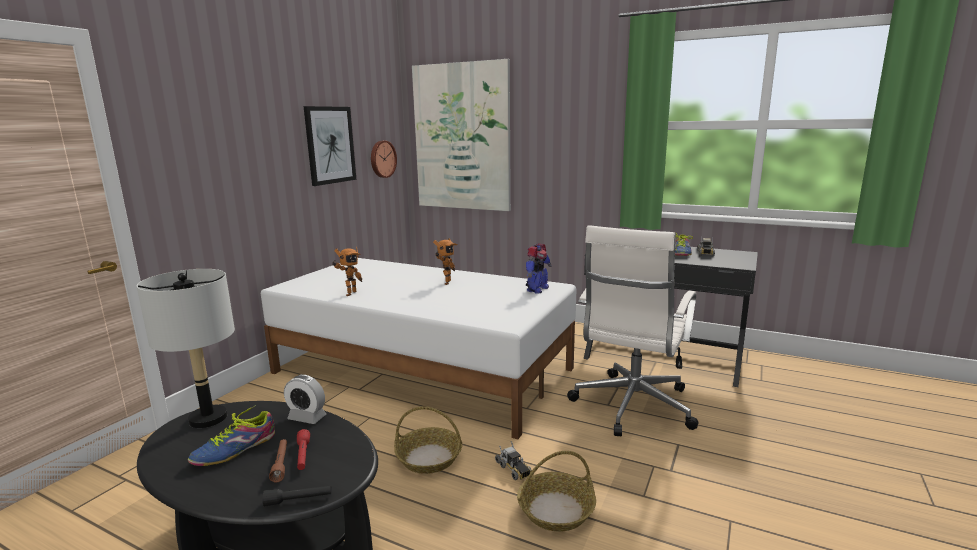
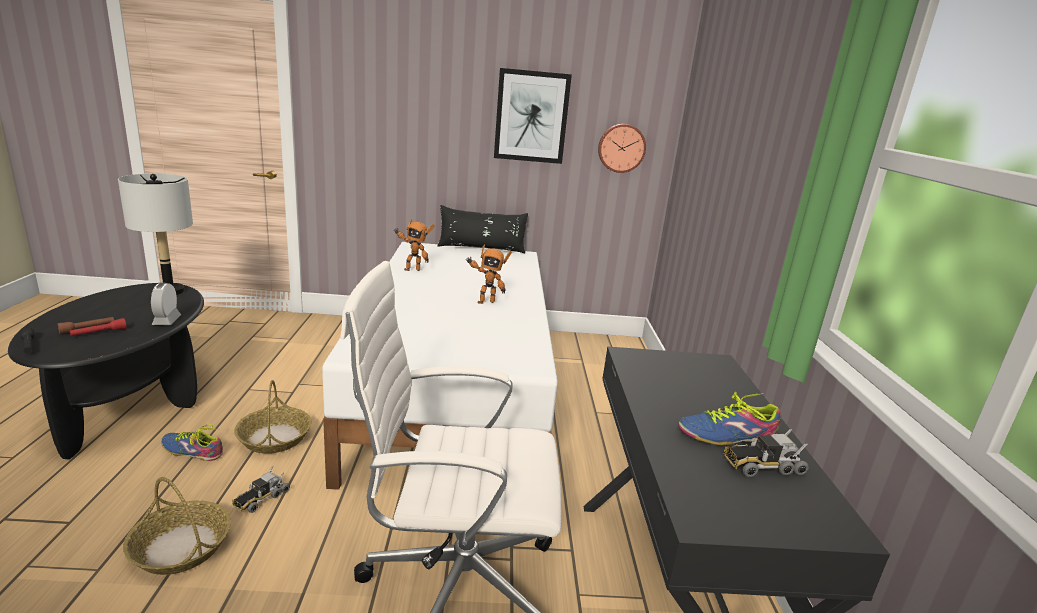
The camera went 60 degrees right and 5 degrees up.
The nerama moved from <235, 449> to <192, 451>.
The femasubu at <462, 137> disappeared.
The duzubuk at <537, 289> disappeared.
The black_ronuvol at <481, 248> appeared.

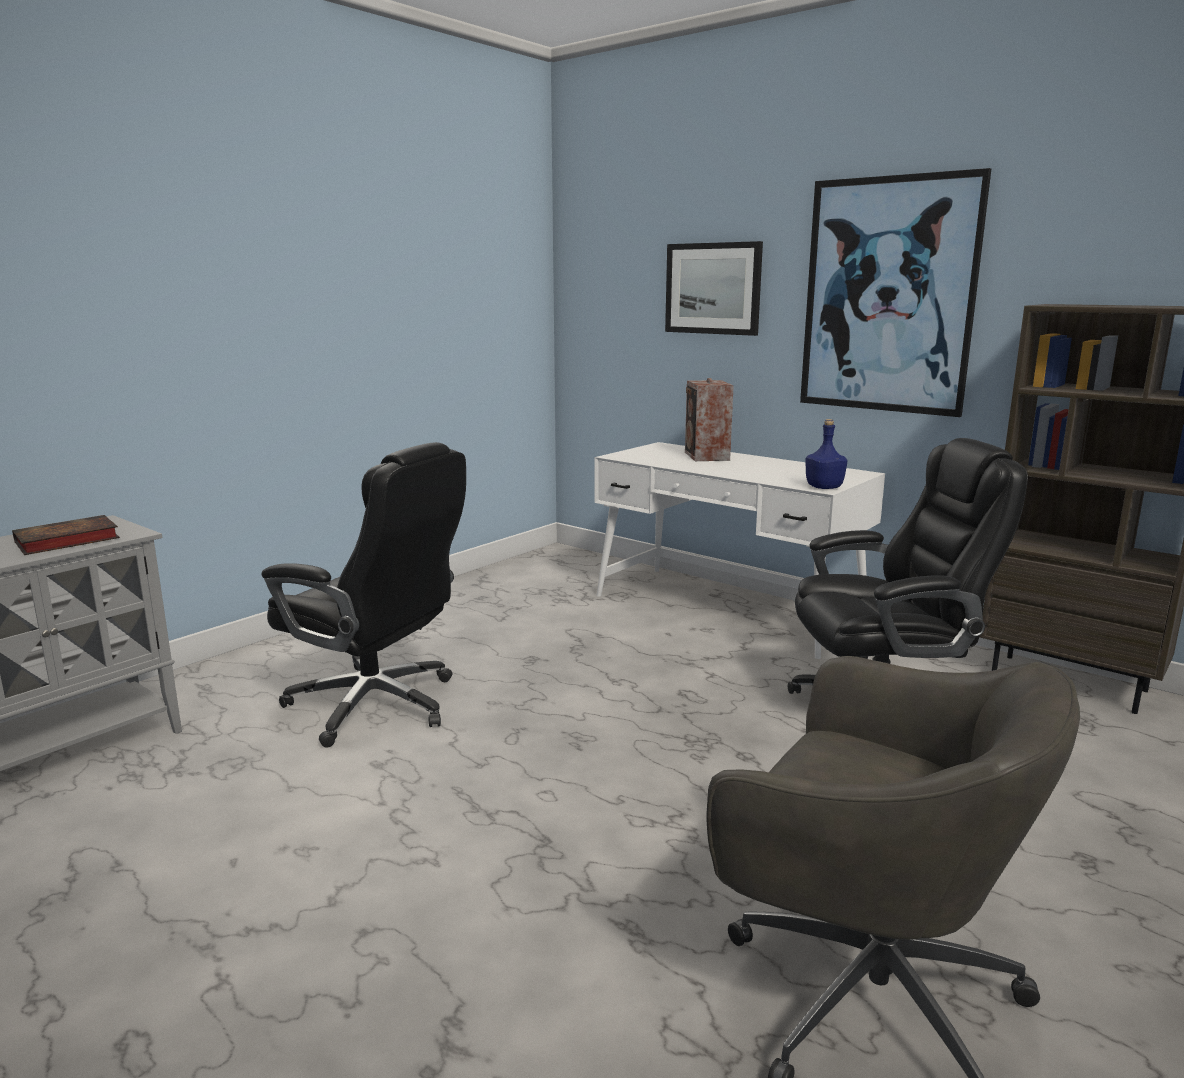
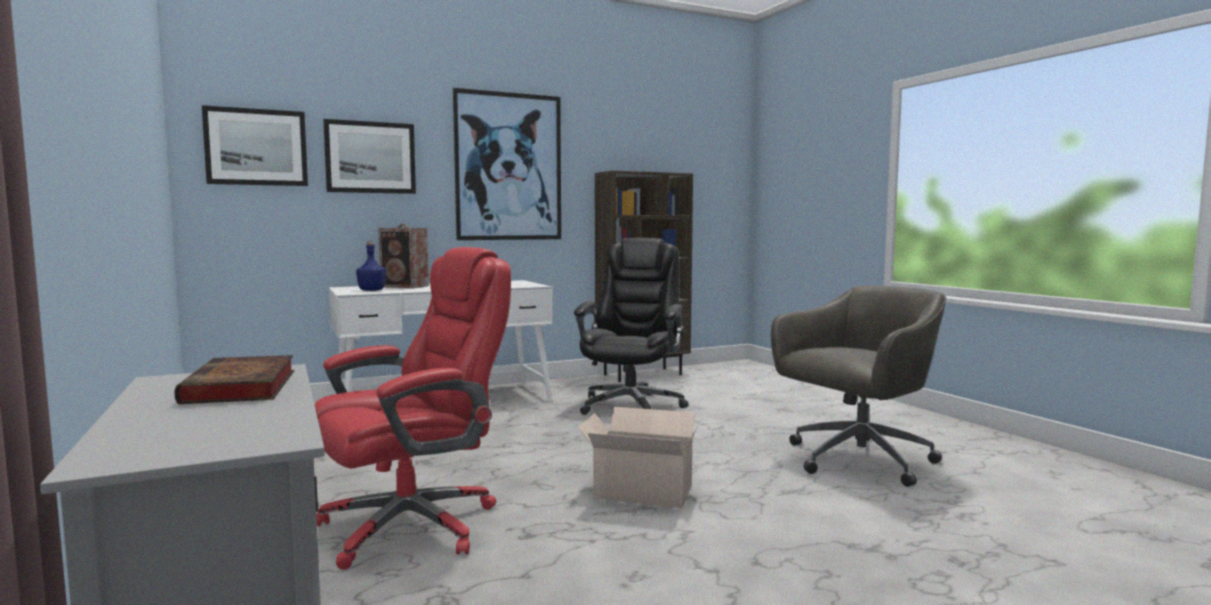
The camera went 65 degrees left and 10 degrees down.
The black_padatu at <377, 705> became the red_padatu at <413, 525>.
The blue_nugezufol moved from <824, 487> to <372, 290>.
The femasubu at <256, 147> appeared.
The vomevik at <640, 491> appeared.

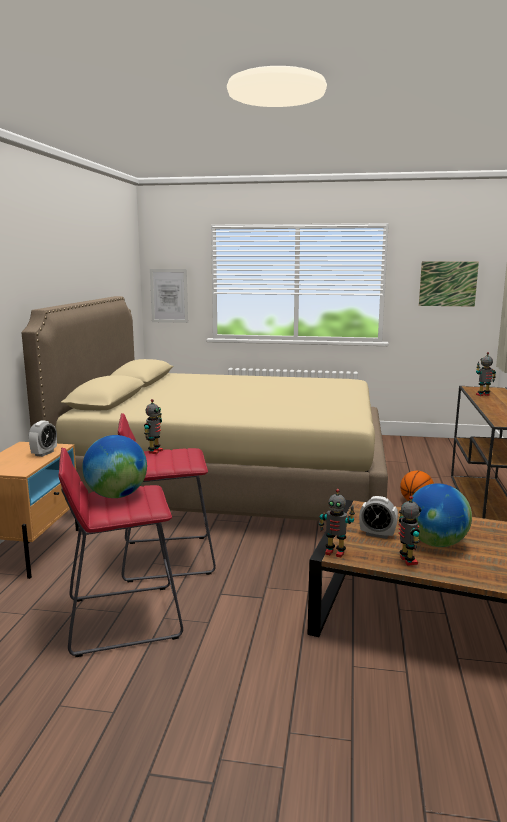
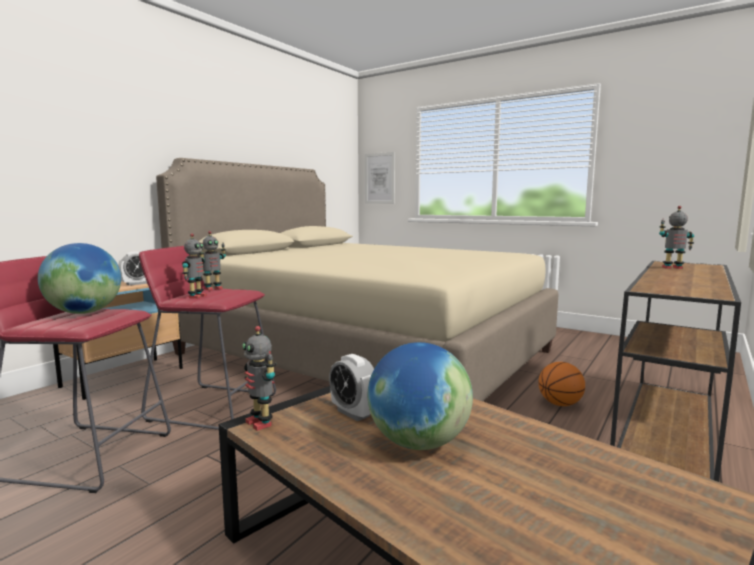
The camera went 25 degrees right and 5 degrees down.
The duzubuk moved from <407, 561> to <196, 296>.
The femasubu at <448, 284> disappeared.

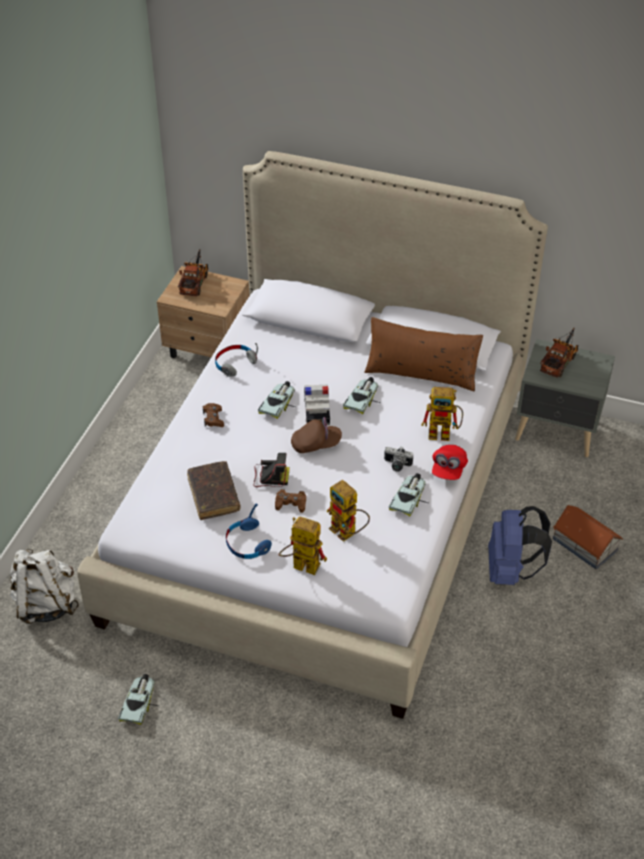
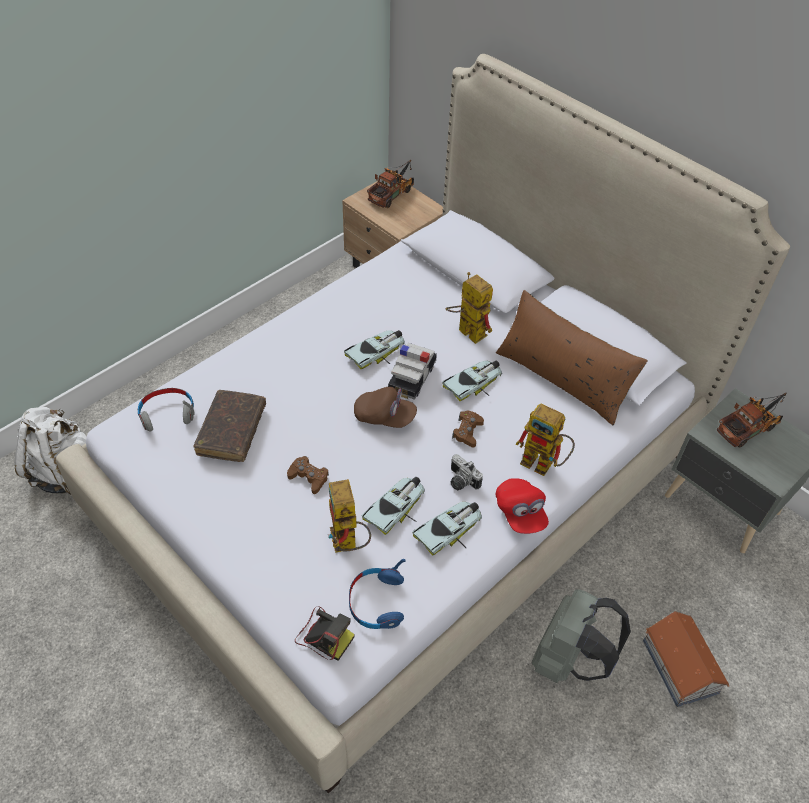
The camera went 25 degrees right and 5 degrees up.
The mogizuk moved from <139, 702> to <396, 507>.
The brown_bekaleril moved from <213, 418> to <467, 432>.
The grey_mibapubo moved from <235, 364> to <167, 414>.
The blue_mibapubo moved from <247, 544> to <376, 602>.
The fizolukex moved from <270, 477> to <324, 635>.
The duzubuk moved from <300, 566> to <466, 331>.
The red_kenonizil at <448, 469> turned 60 degrees counterclockwise.
The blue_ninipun at <511, 570> became the grey_ninipun at <568, 659>.

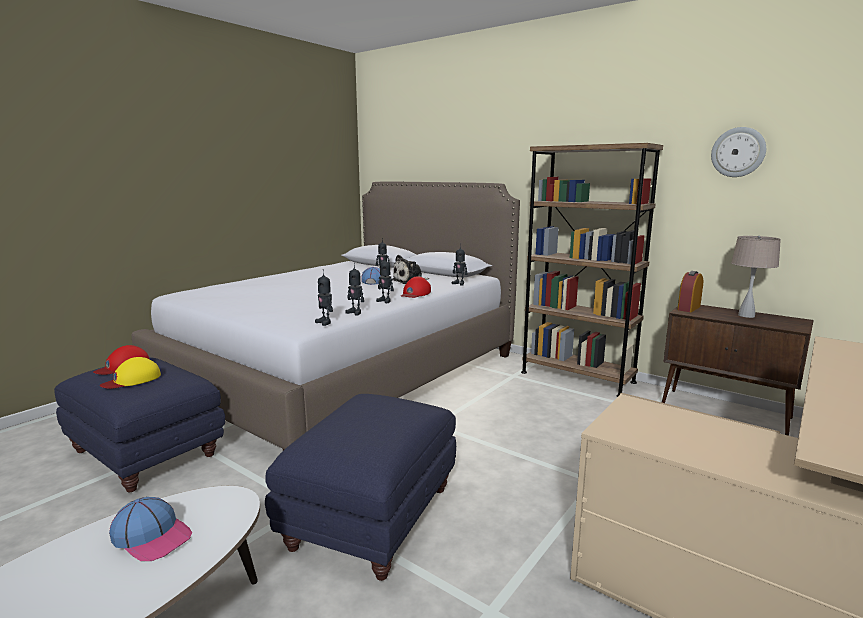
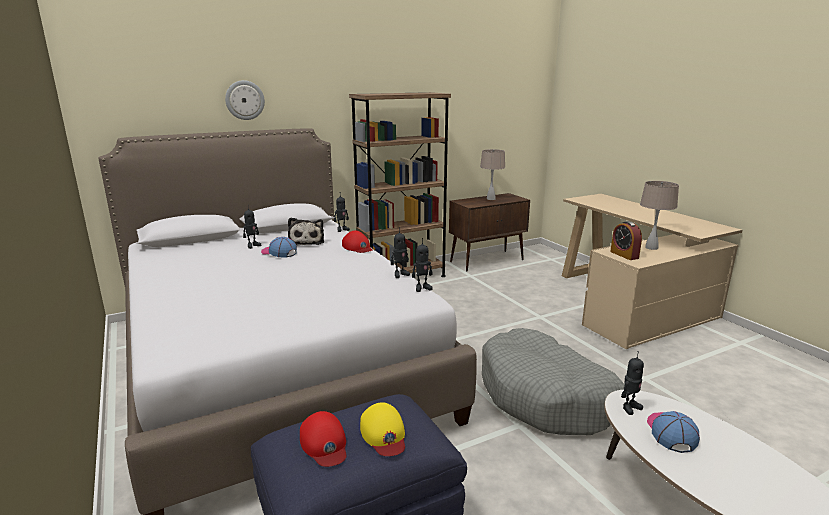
The camera went 65 degrees left and 5 degrees up.
The kenonizil at <152, 537> turned 45 degrees counterclockwise.
The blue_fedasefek at <373, 516> was replaced by the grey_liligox at <546, 397>.
The duzubuk moved from <385, 301> to <629, 407>.
The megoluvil moved from <688, 308> to <624, 255>.
The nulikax moved from <738, 152> to <245, 100>.
The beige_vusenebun at <651, 247> appeared.

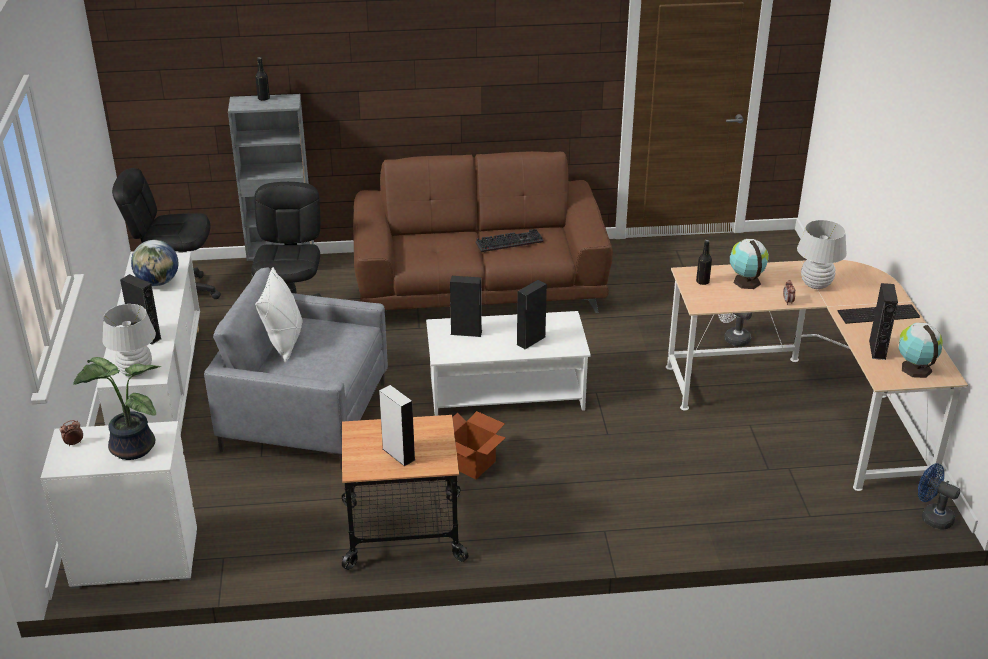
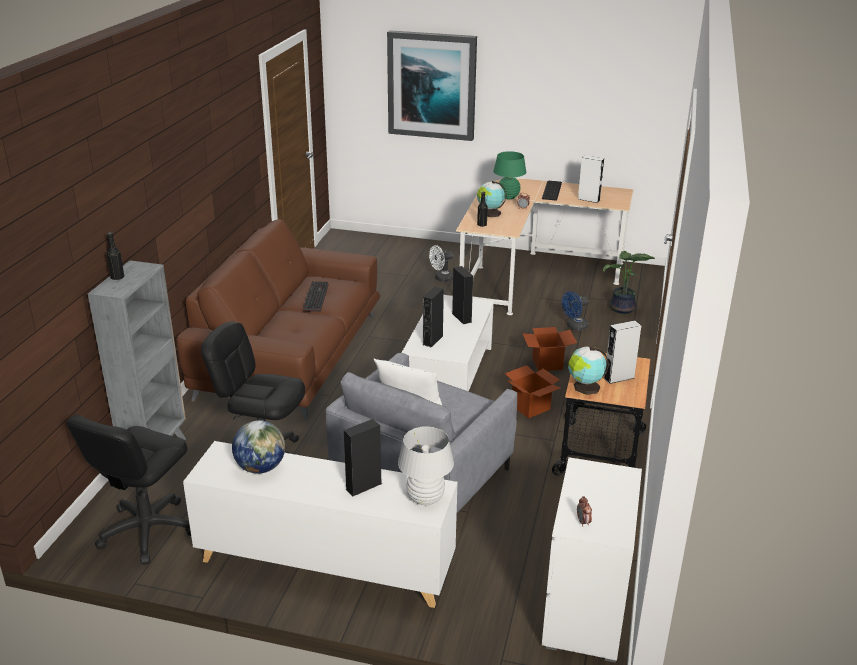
The camera went 70 degrees left and 5 degrees down.
The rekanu moved from <129, 448> to <622, 309>.
The white_vusenebun at <815, 284> became the green_vusenebun at <508, 197>.
The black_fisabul at <877, 349> became the white_fisabul at <588, 199>.
The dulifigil moved from <914, 368> to <585, 387>.
The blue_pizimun moved from <932, 516> to <574, 327>.
The femasubu at <432, 85> appeared.
The vomevik at <547, 363> appeared.

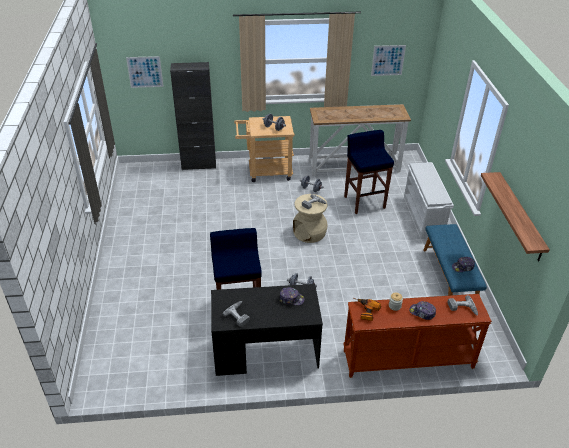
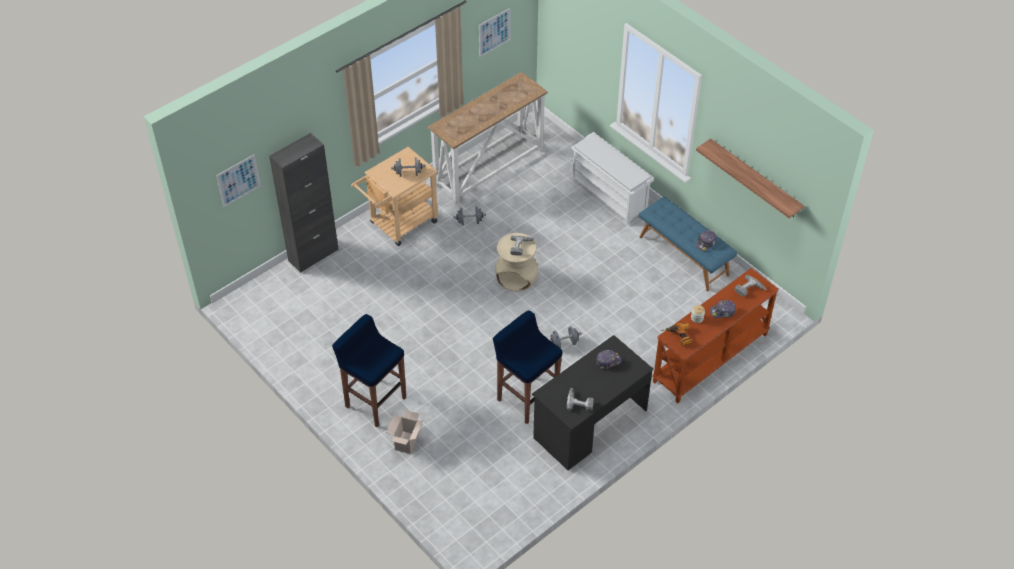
The camera went 35 degrees left and 10 degrees up.
The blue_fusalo moved from <364, 202> to <375, 402>.
The vomevik at <406, 442> appeared.

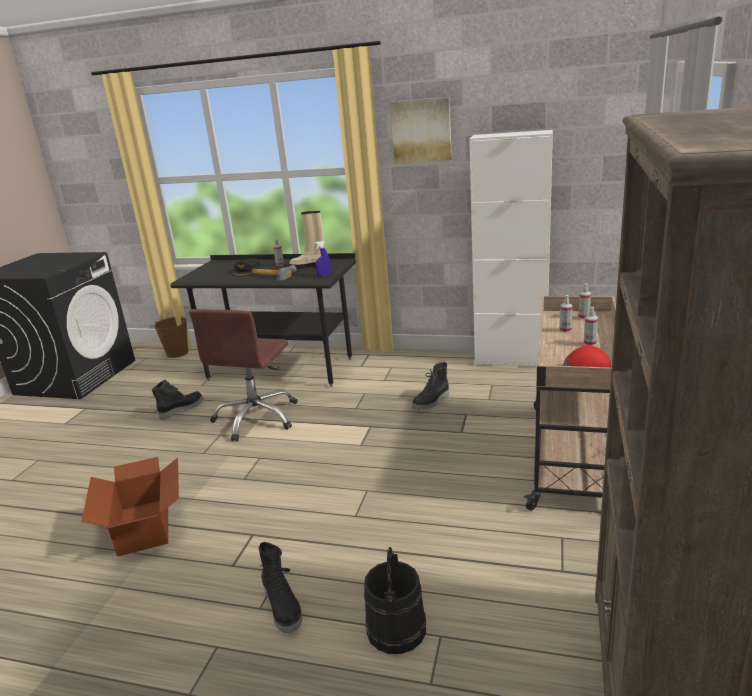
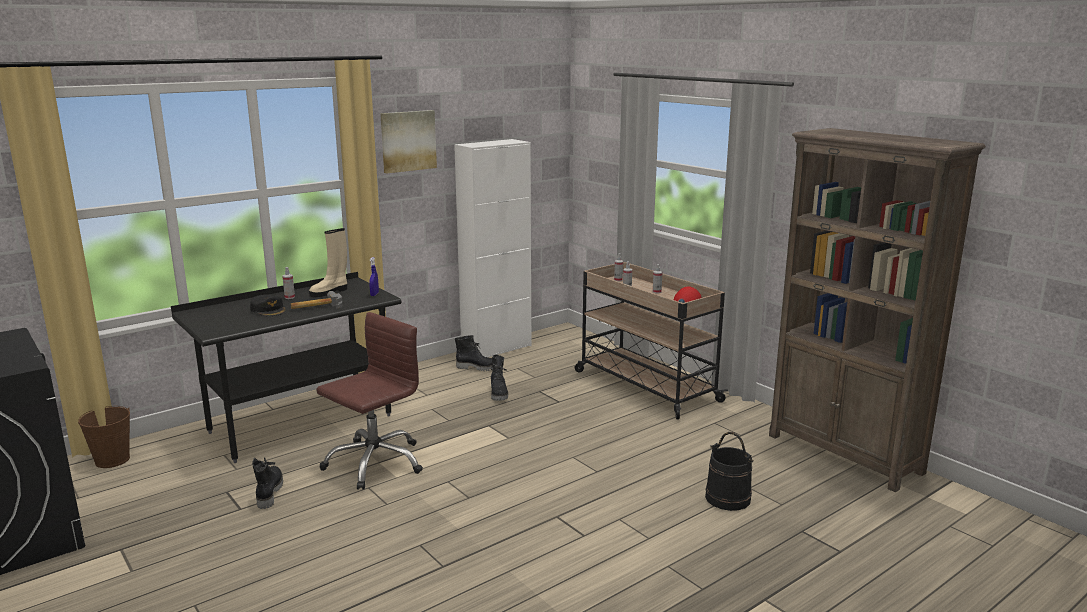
The camera went 55 degrees left and 5 degrees down.
The vomevik at <145, 525> disappeared.
The brown_padatu at <257, 418> turned 105 degrees counterclockwise.
The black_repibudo moved from <283, 607> to <478, 367>.

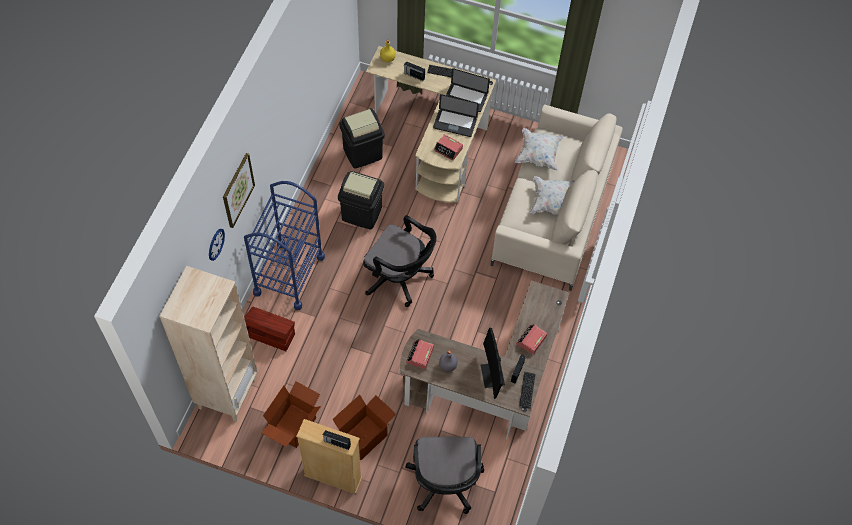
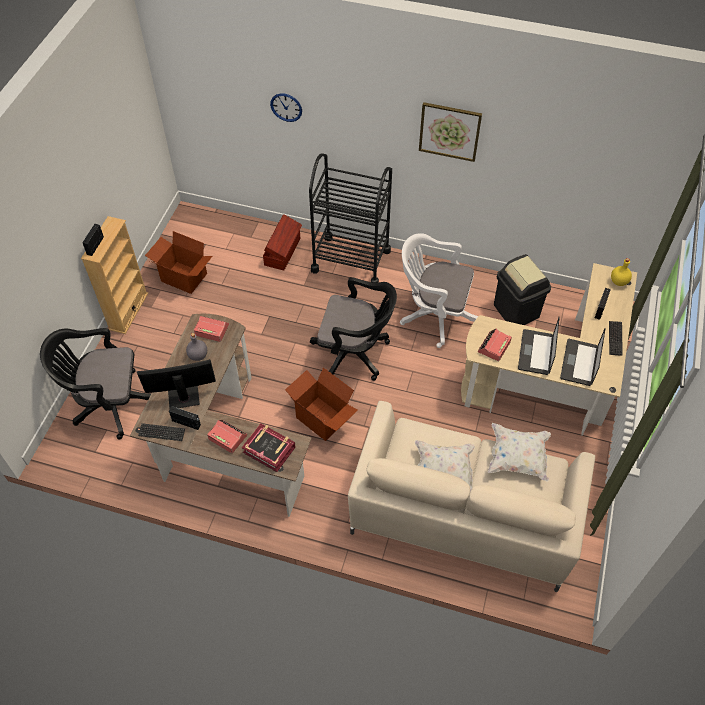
The camera went 90 degrees right and 5 degrees down.
The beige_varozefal at <227, 392> disappeared.
The femasubu moved from <237, 190> to <449, 131>.
The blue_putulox at <289, 275> became the black_putulox at <351, 260>.
The vomevik moved from <363, 437> to <322, 418>.
The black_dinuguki at <361, 214> was replaced by the white_padatu at <434, 315>.
The black_padatu at <400, 278> turned 105 degrees counterclockwise.
The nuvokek at <269, 449> appeared.

